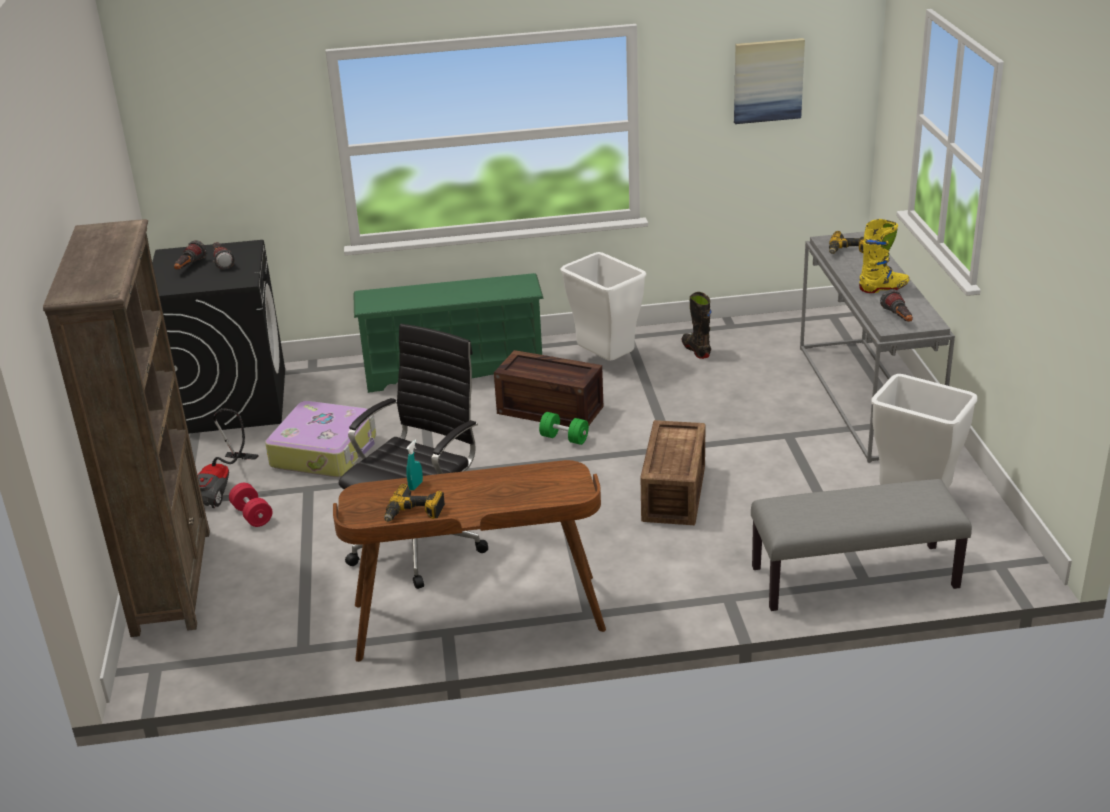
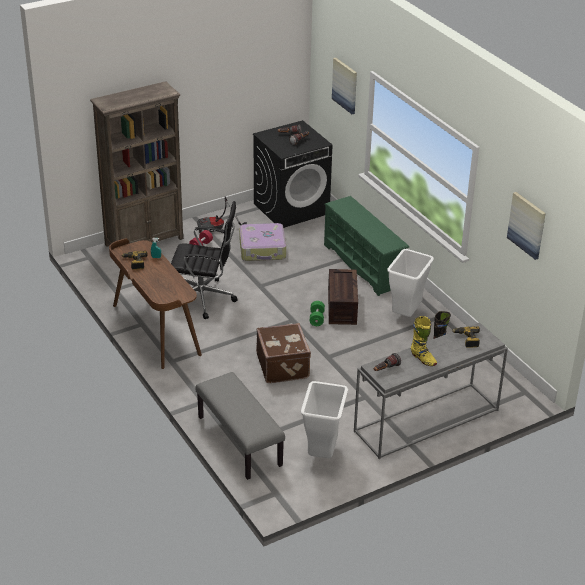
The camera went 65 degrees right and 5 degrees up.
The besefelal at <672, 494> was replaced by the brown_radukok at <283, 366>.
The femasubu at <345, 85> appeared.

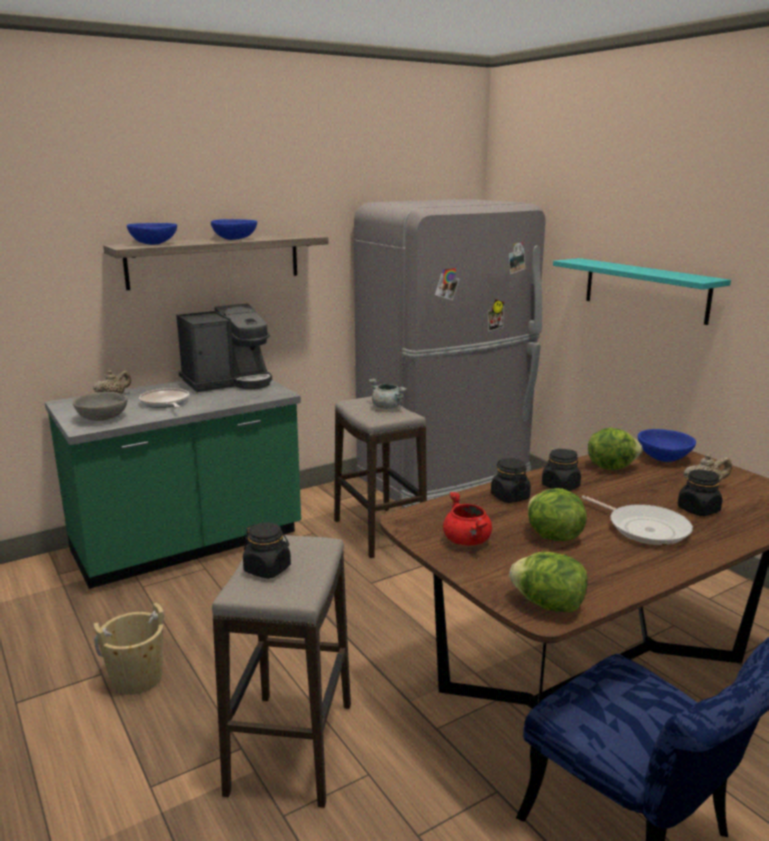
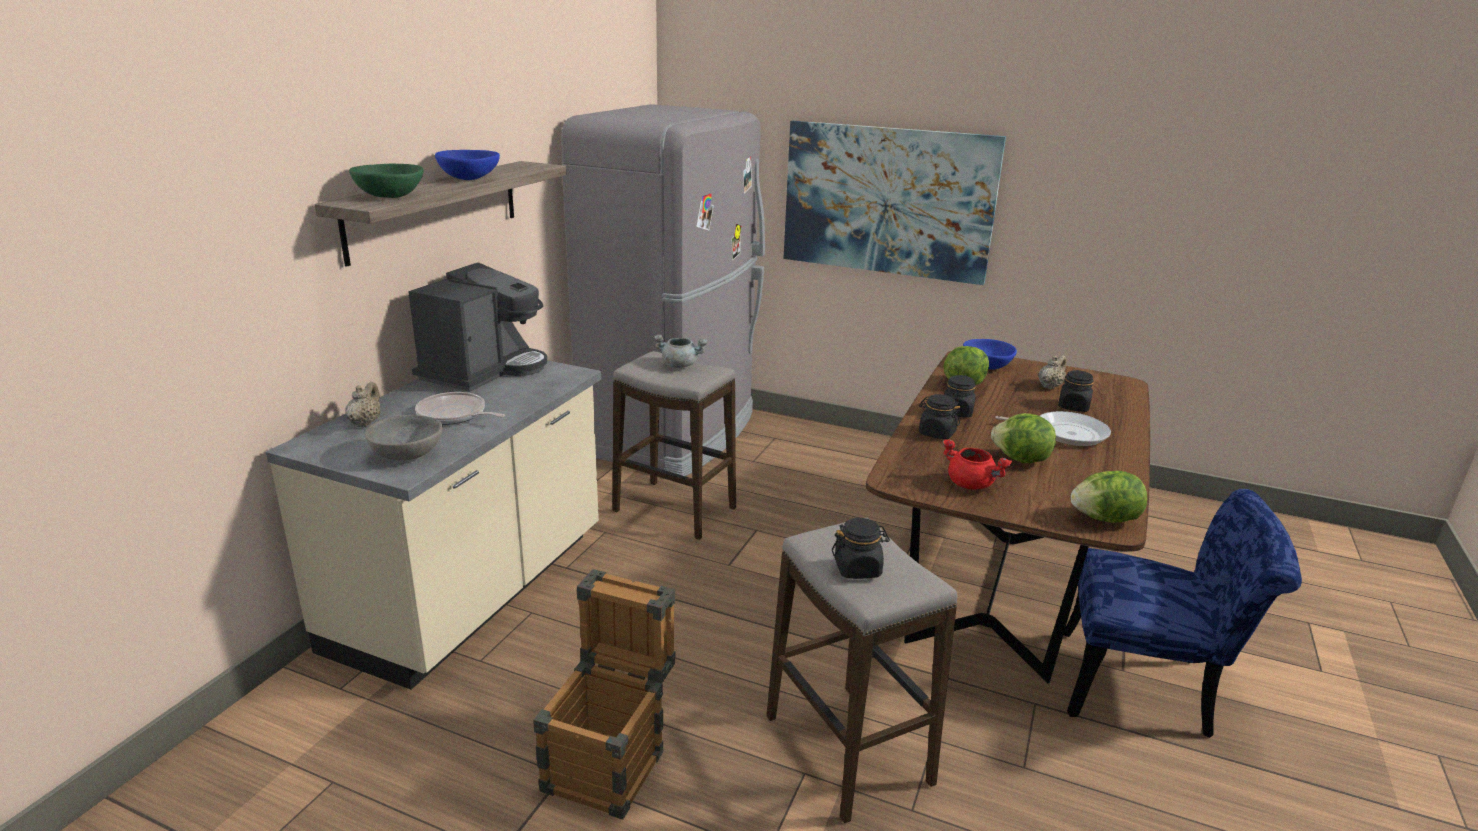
The camera went 35 degrees left and 5 degrees up.
The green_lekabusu at <188, 544> became the beige_lekabusu at <473, 592>.
The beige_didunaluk at <137, 678> was replaced by the besefelal at <611, 760>.
The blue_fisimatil at <153, 244> became the green_fisimatil at <390, 196>.
The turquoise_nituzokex at <645, 290> was replaced by the femasubu at <887, 201>.

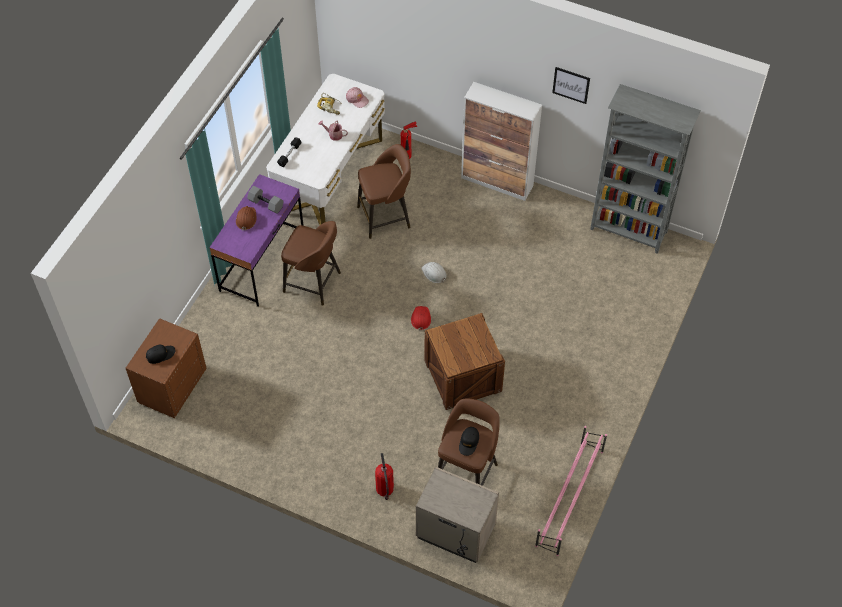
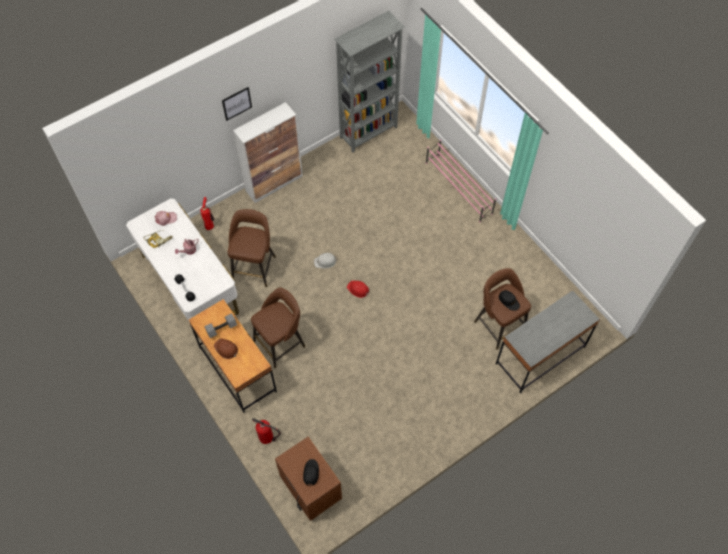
The camera went 60 degrees left and 5 degrees up.
The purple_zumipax at <262, 262> became the brown_zumipax at <237, 369>.
The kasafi moved from <385, 490> to <267, 437>.
The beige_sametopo at <455, 532> was replaced by the grey_zumipax at <540, 355>.
The besefelal at <462, 377> disappeared.
The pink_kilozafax moved from <569, 498> to <458, 188>.
The femasubu moved from <571, 85> to <237, 103>.

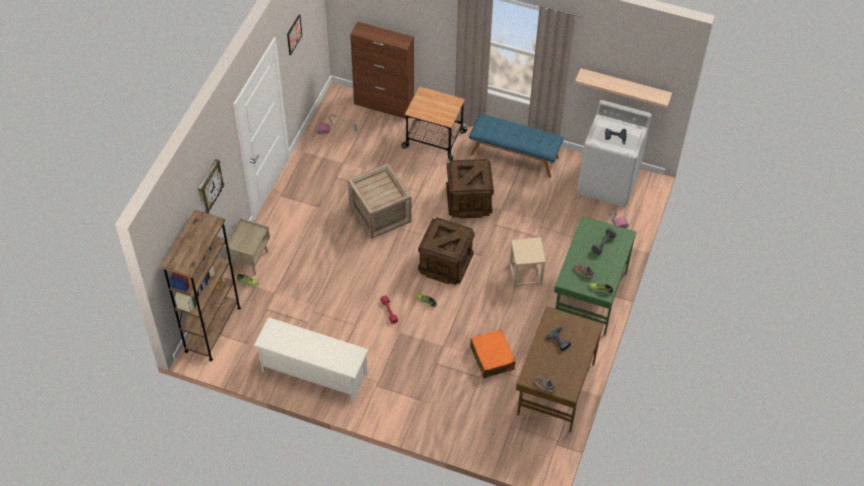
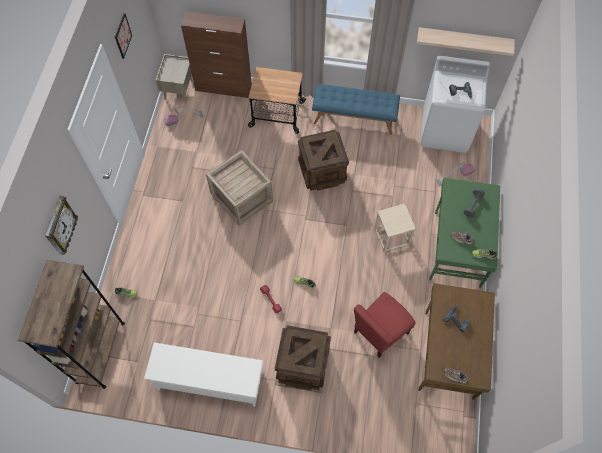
The camera went 10 degrees left and 10 degrees up.
The beige_sametopo moved from <249, 259> to <178, 90>.
The besefelal moved from <445, 263> to <302, 364>.
The orange_radukok at <492, 357> was replaced by the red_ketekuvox at <380, 332>.

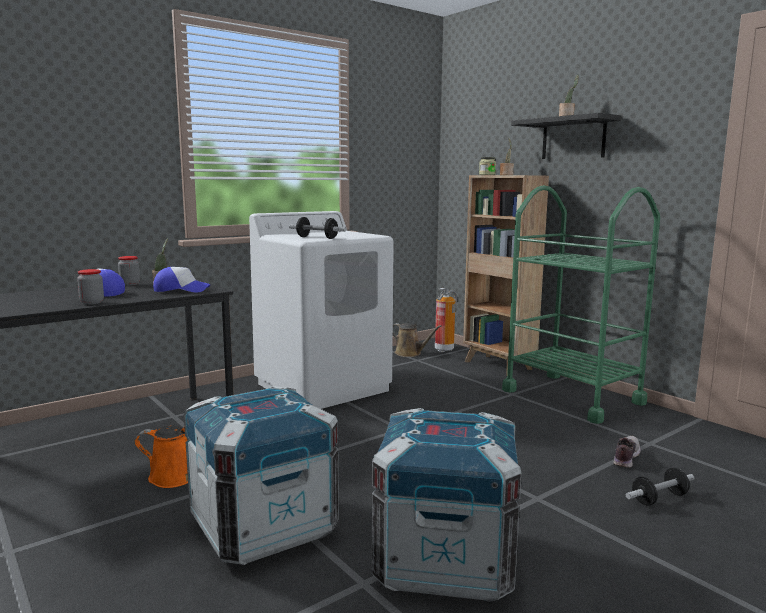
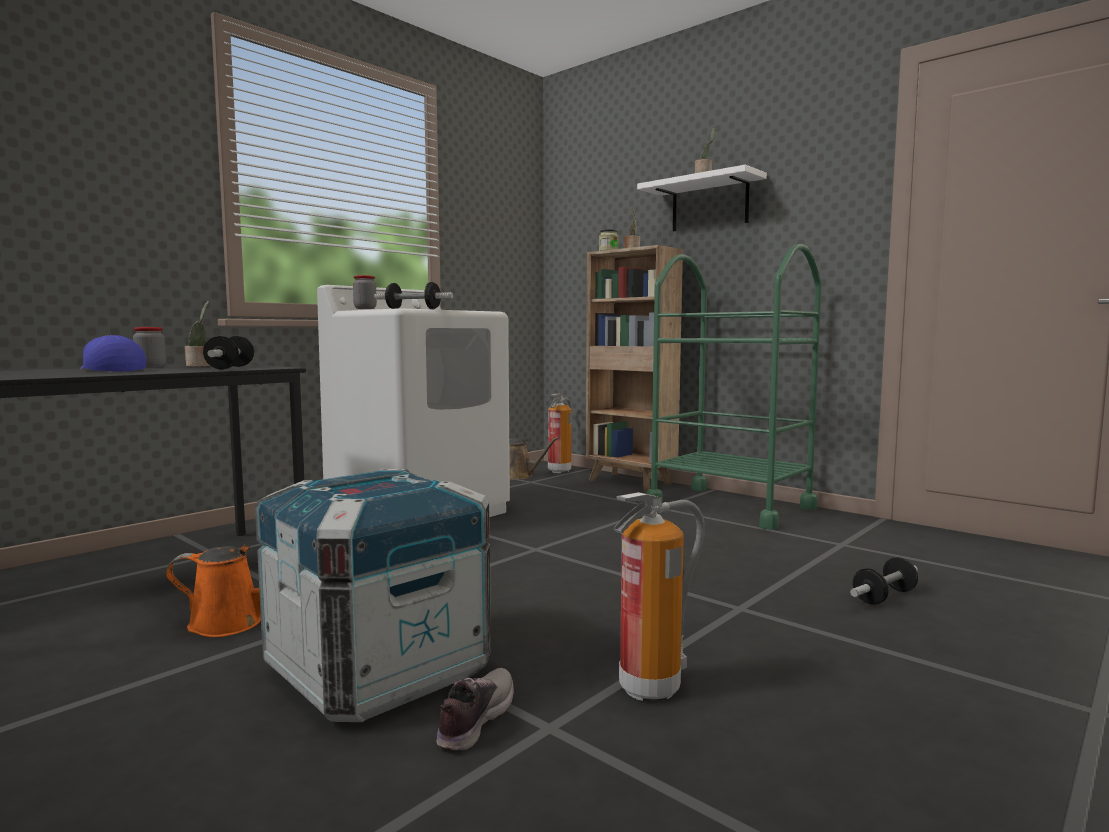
The camera went 10 degrees left and 5 degrees down.
The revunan moved from <92, 302> to <365, 308>.
The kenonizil at <181, 290> was replaced by the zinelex at <230, 368>.
The besefelal at <444, 560> was replaced by the kasafi at <652, 687>.
The black_nituzokex at <573, 138> became the white_nituzokex at <710, 204>.
The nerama moved from <625, 457> to <474, 720>.

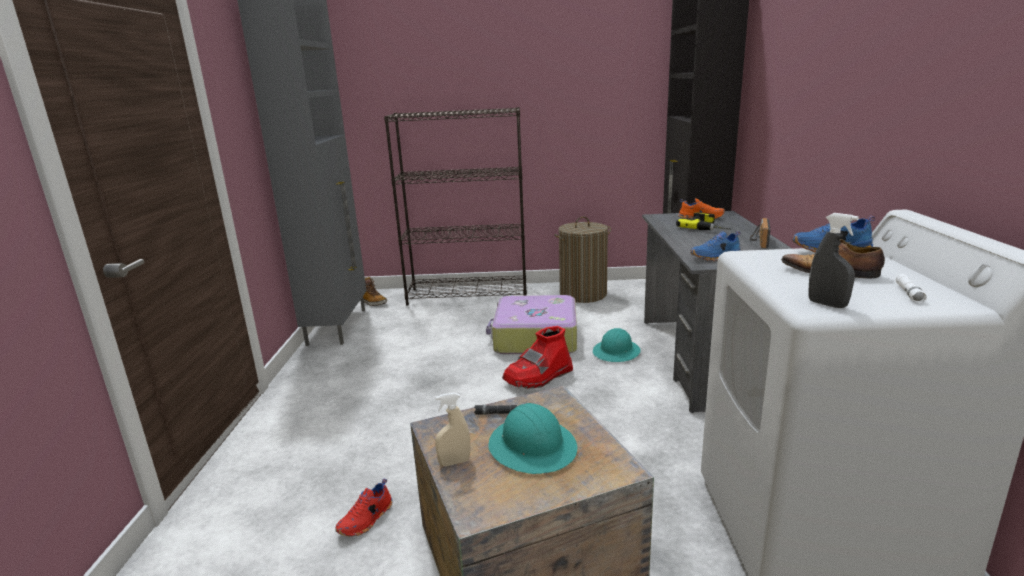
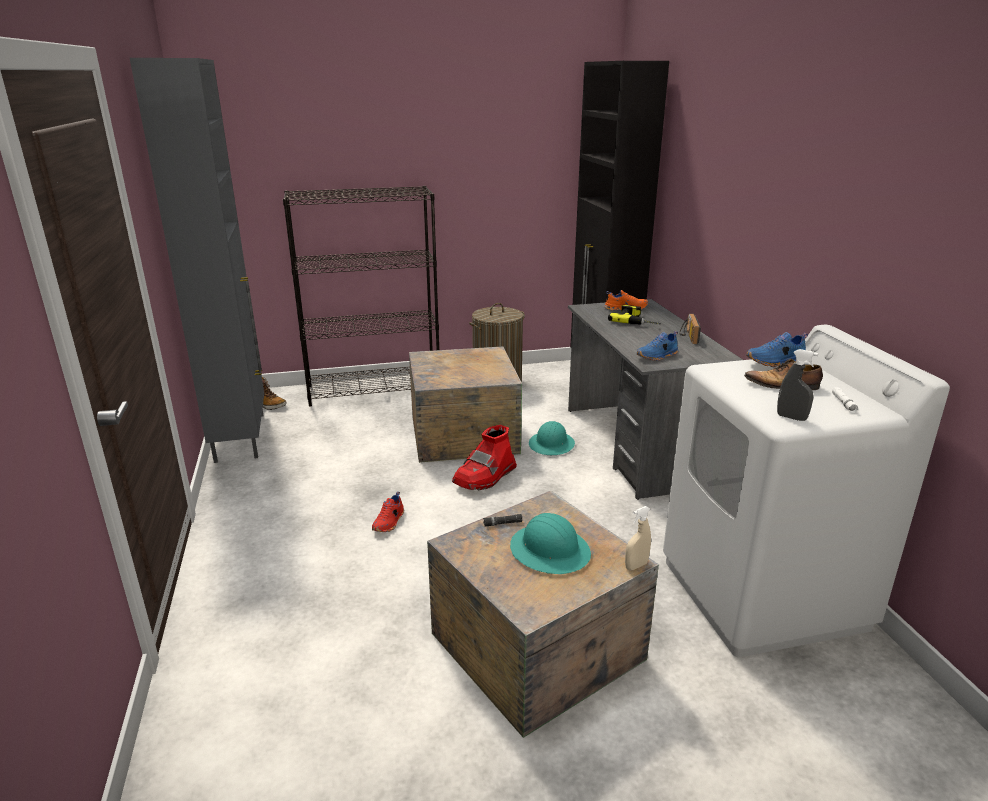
The camera went 15 degrees left and 5 degrees up.
The red_nerama moved from <367, 520> to <389, 522>.
The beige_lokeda moved from <454, 462> to <636, 565>.
The radukok at <534, 337> was replaced by the besefelal at <465, 435>.

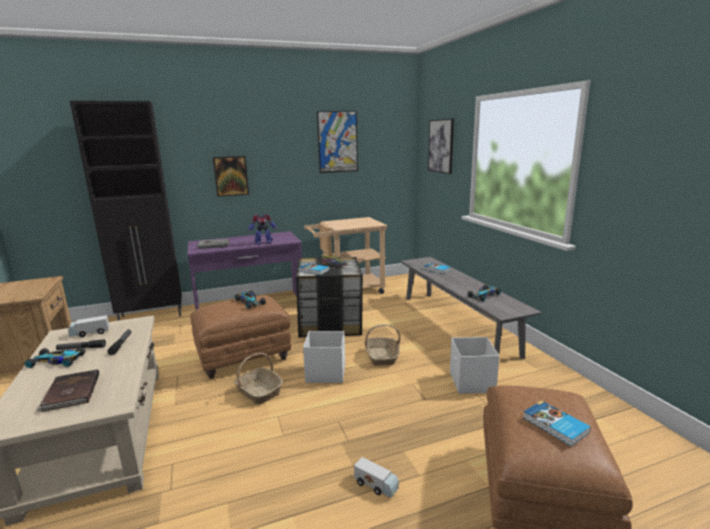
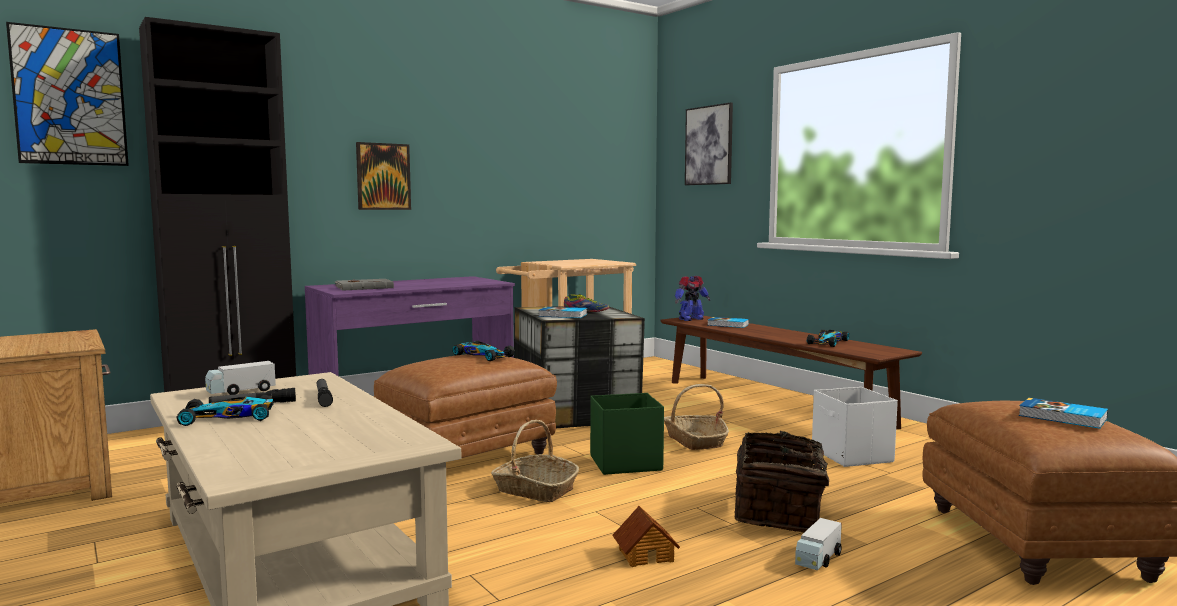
The camera went 15 degrees left and 10 degrees down.
The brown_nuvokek at <71, 392> disappeared.
The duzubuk moved from <263, 243> to <690, 319>.
The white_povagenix at <325, 373> became the green_povagenix at <624, 463>.
The femasubu moved from <337, 142> to <69, 97>.
The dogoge at <376, 485> turned 105 degrees clockwise.
The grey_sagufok at <456, 323> became the brown_sagufok at <773, 403>.
The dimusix at <645, 554> appeared.
The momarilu at <780, 511> appeared.

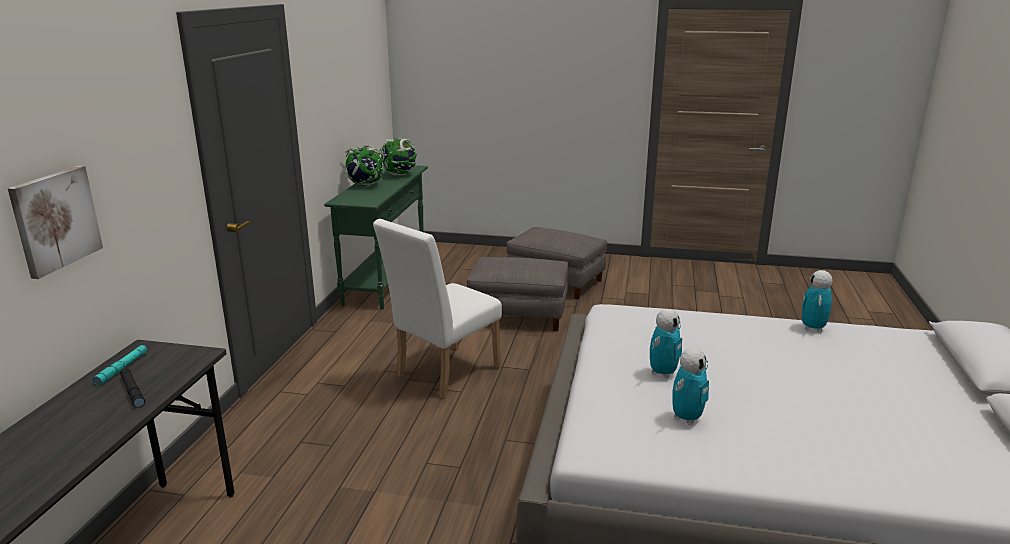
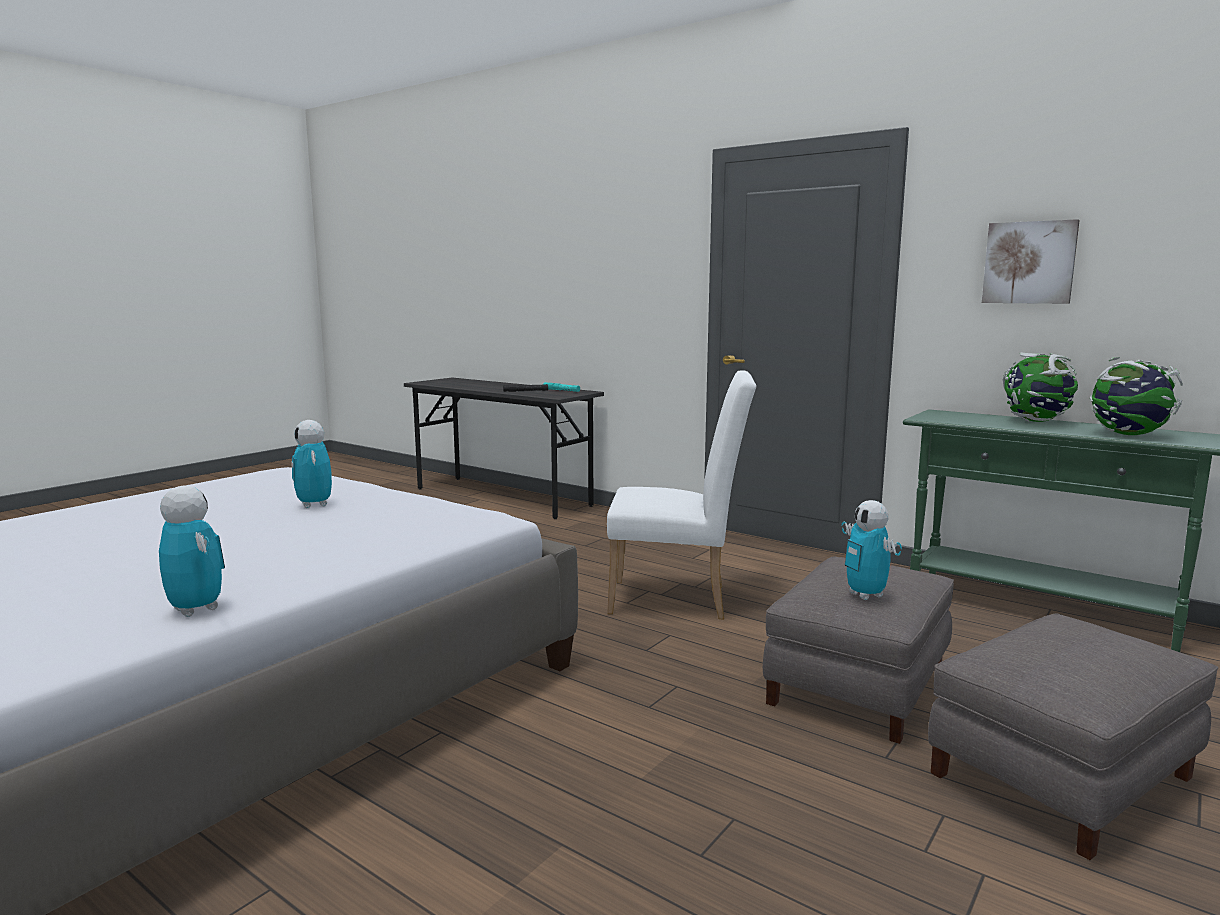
The camera went 115 degrees right and 10 degrees down.
The femasubu moved from <55, 220> to <1029, 262>.
The white_ketekuvox at <442, 374> turned 120 degrees clockwise.
The duzubuk moved from <687, 418> to <865, 595>.

